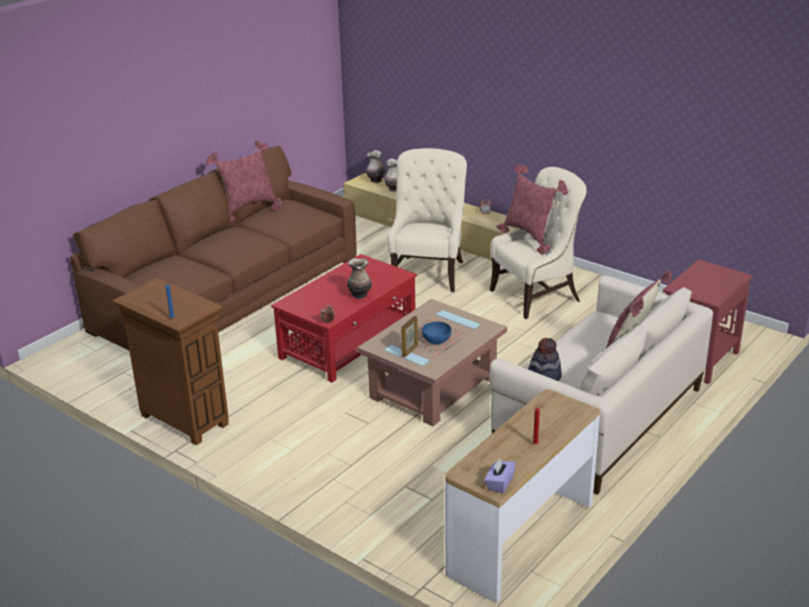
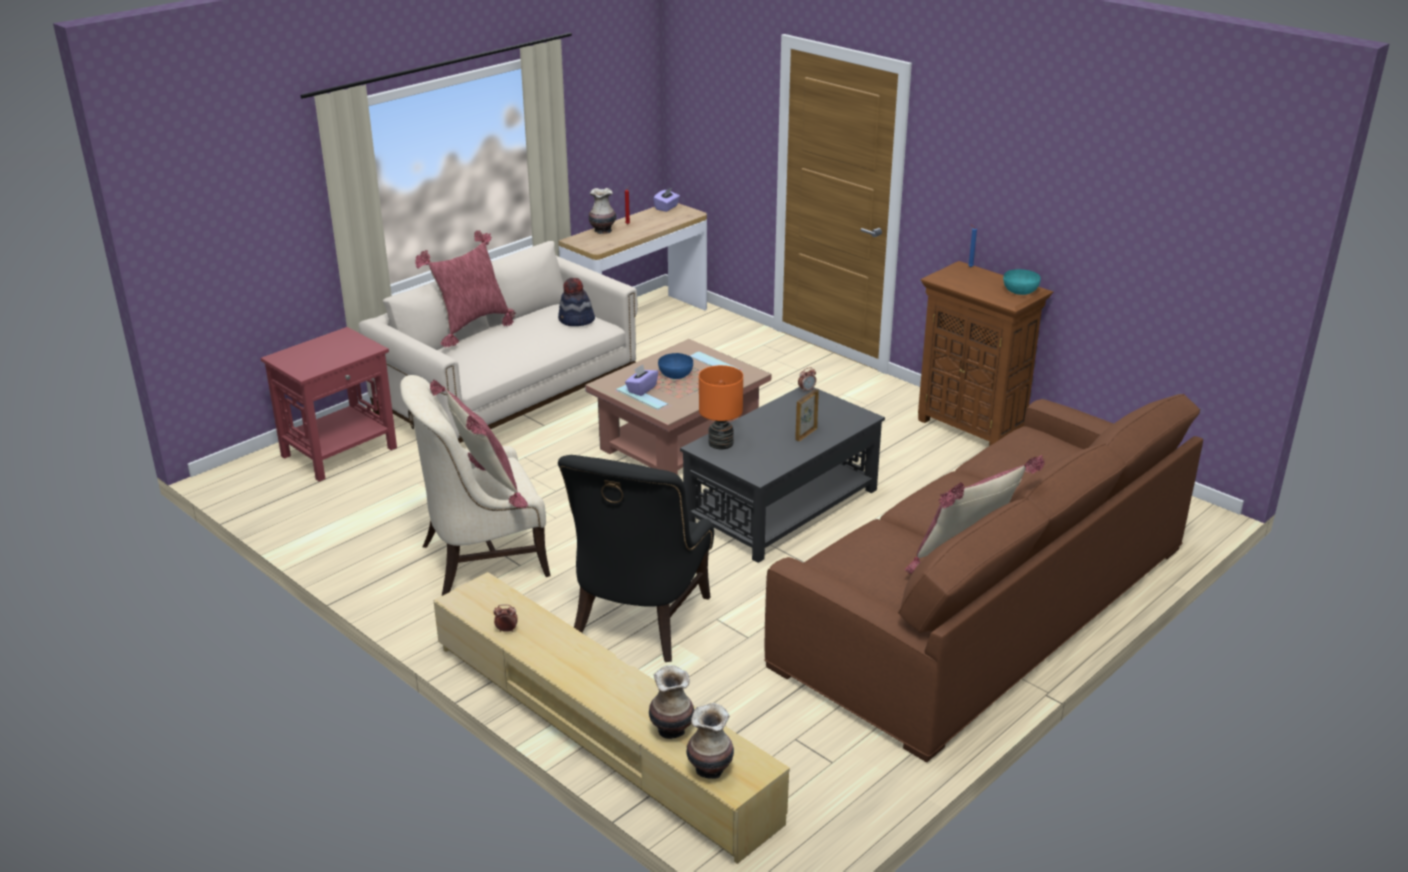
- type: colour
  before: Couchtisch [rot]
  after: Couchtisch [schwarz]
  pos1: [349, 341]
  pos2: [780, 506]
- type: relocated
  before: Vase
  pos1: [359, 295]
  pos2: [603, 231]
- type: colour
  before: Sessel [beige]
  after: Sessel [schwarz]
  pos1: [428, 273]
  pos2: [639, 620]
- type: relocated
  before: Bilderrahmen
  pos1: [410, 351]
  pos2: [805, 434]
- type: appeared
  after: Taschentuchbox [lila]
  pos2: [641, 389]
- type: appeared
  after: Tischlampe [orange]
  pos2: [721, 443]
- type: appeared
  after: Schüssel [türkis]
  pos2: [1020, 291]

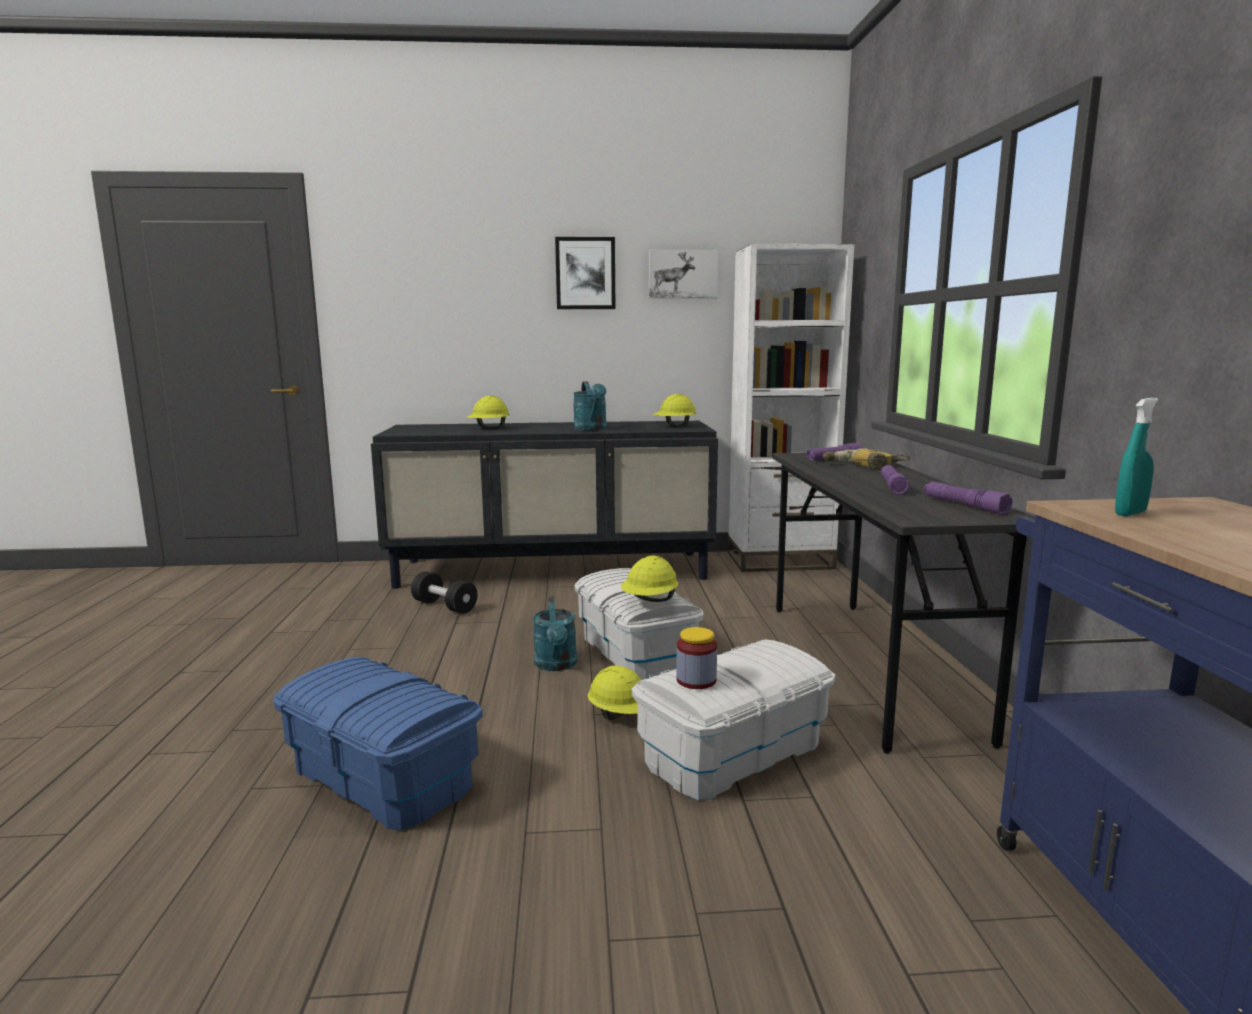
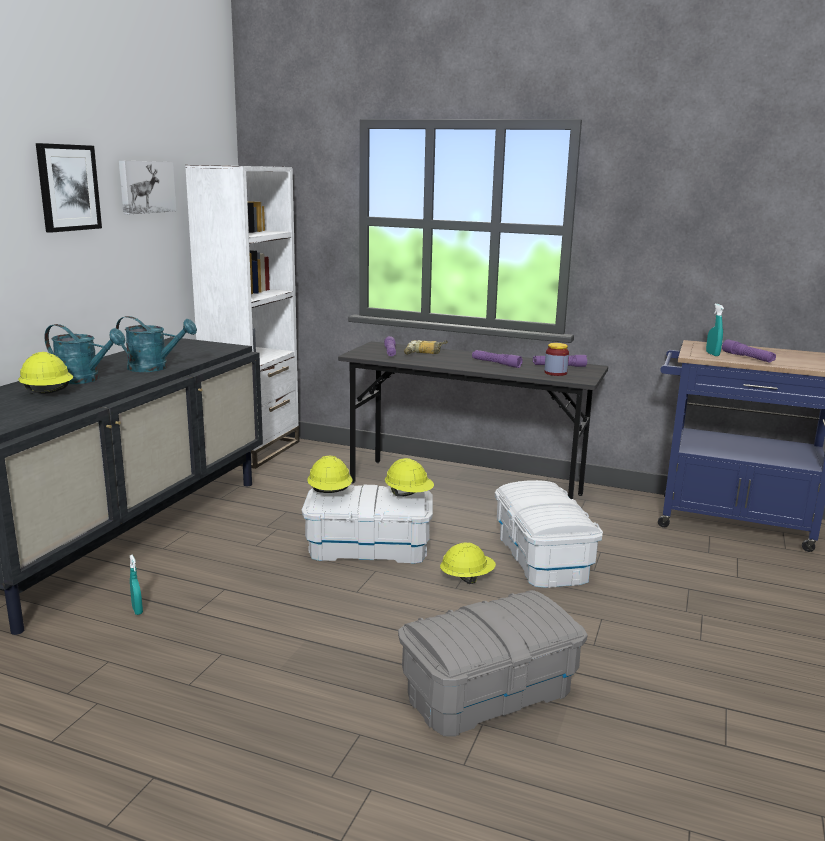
- type: colour
  before: Aufbewahrungsbox [blau]
  after: Aufbewahrungsbox [grau]
  pos1: [383, 777]
  pos2: [488, 692]
- type: exchanged
  before: Hantel [schwarz]
  after: Sprühflasche [türkis]
  pos1: [444, 606]
  pos2: [137, 610]
- type: relocated
  before: Gießkanne [türkis]
  pos1: [556, 665]
  pos2: [85, 380]
- type: relocated
  before: Schutzhelm [gelb]
  pos1: [674, 426]
  pos2: [330, 493]
- type: relocated
  before: Vorratsglas
  pos1: [696, 680]
  pos2: [555, 373]
- type: appeared
  after: Taschenlampe [lila]
  pos2: [747, 357]

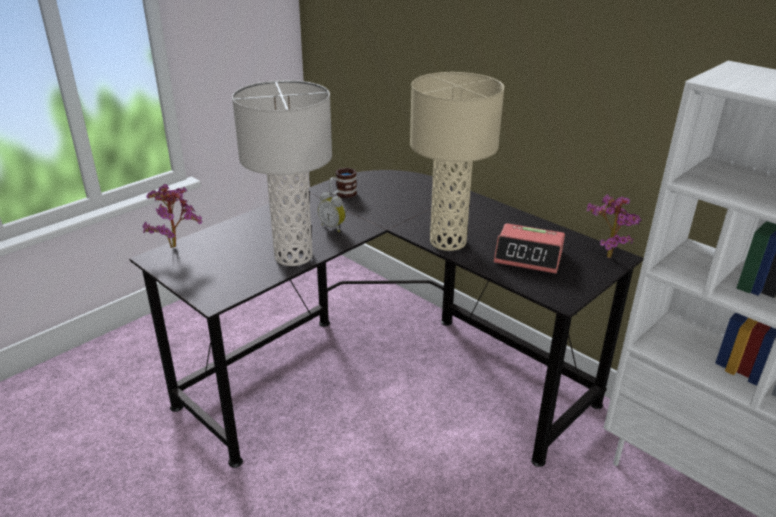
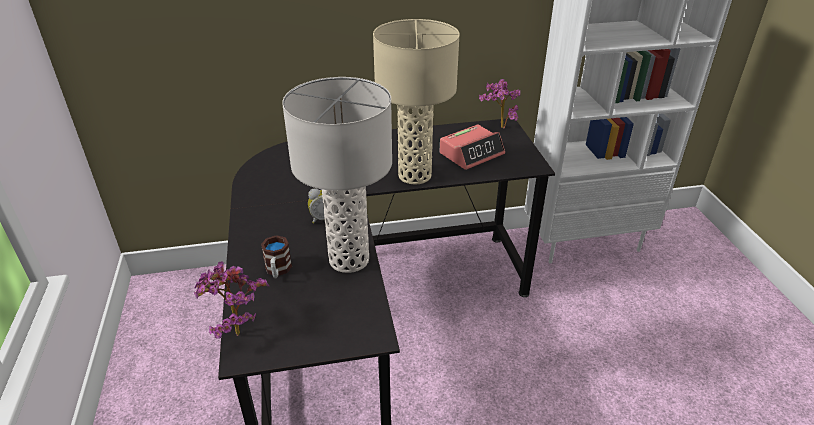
- type: relocated
  before: Henkelbecher
  pos1: [342, 194]
  pos2: [278, 271]

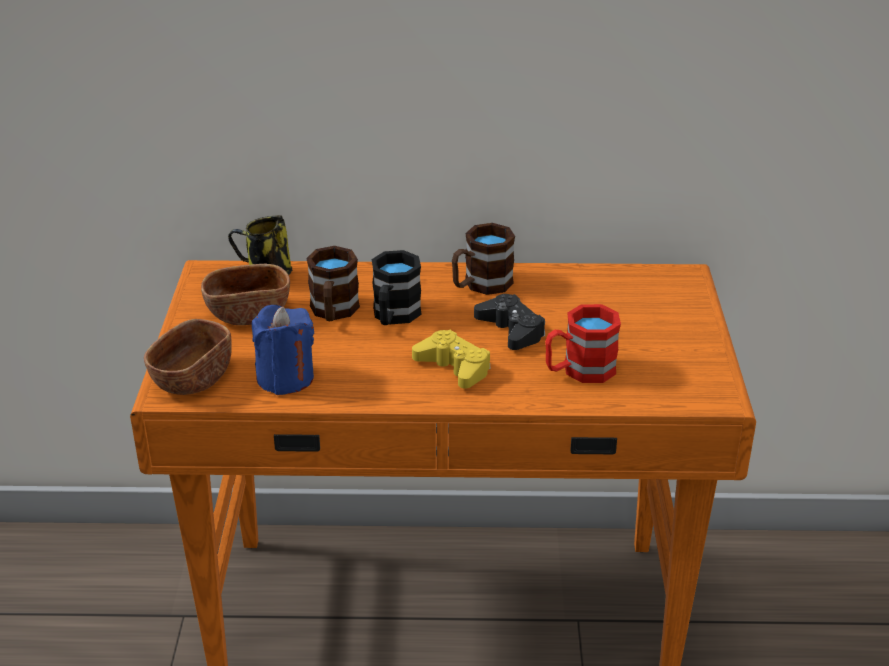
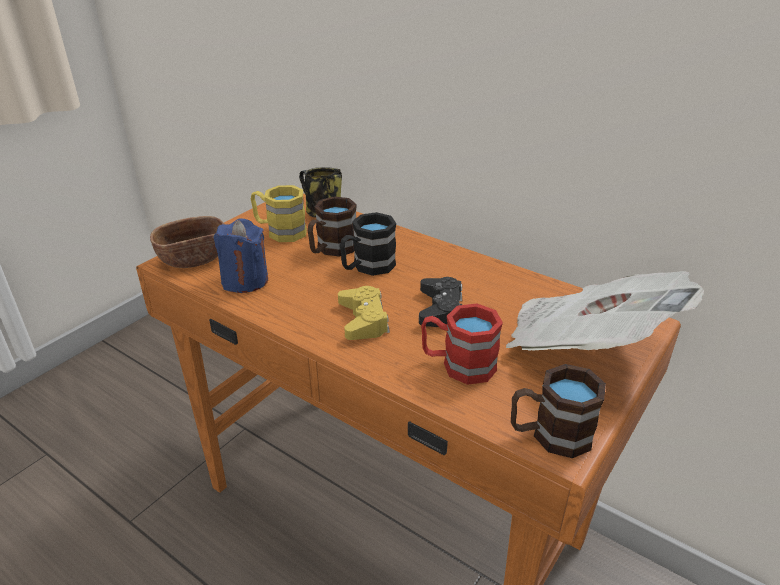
- type: exchanged
  before: Schüssel [braun]
  after: Henkelbecher [gelb]
  pos1: [248, 313]
  pos2: [280, 231]
- type: relocated
  before: Henkelbecher [braun]
  pos1: [480, 285]
  pos2: [550, 435]
- type: appeared
  after: Zeitung
  pos2: [585, 346]

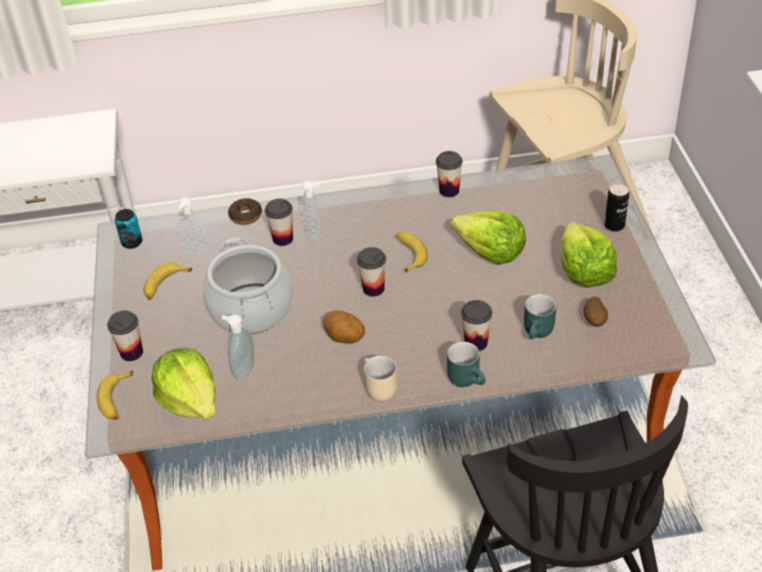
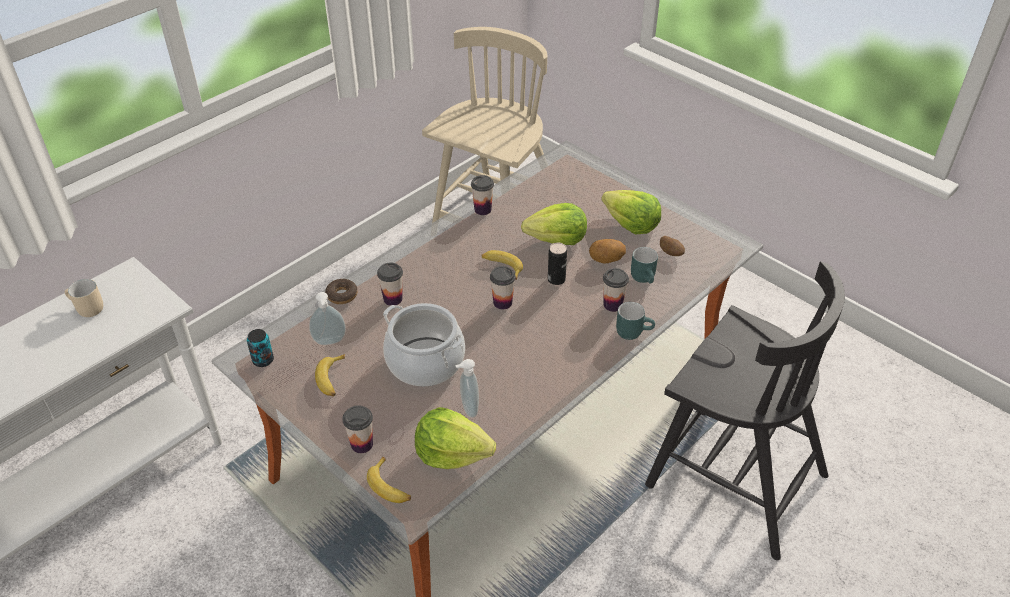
- type: missing
  before: Seifenspender
  pos1: [315, 235]
- type: relocated
  before: Kartoffel
  pos1: [344, 338]
  pos2: [606, 260]
- type: relocated
  before: Henkelbecher [beige]
  pos1: [377, 388]
  pos2: [86, 309]
- type: relocated
  before: Dose
  pos1: [614, 225]
  pos2: [556, 279]

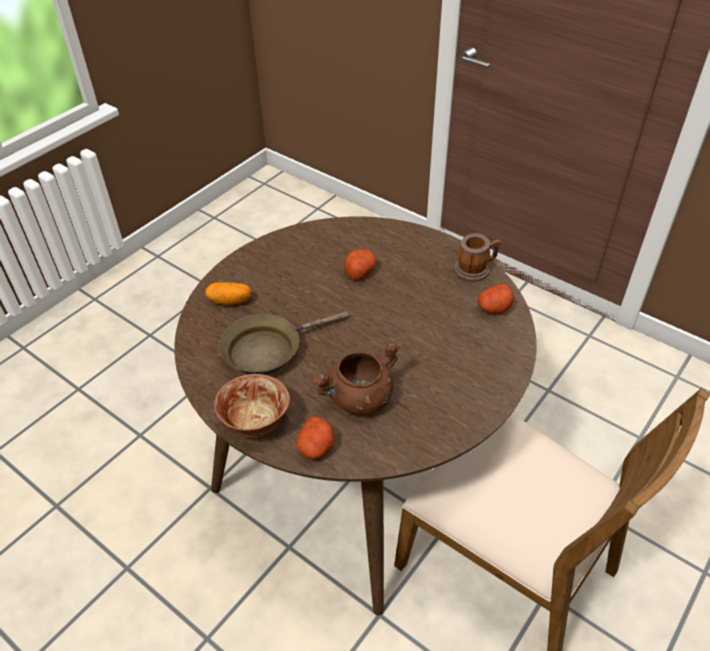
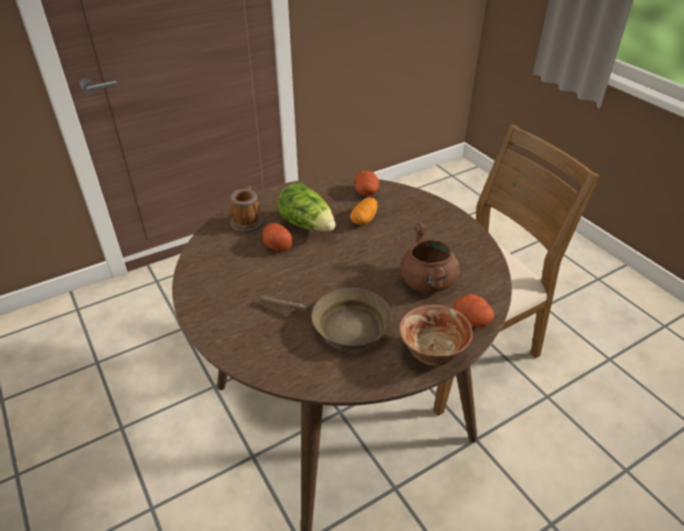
- type: relocated
  before: Kartoffel
  pos1: [230, 301]
  pos2: [364, 219]
- type: spun
  before: Pfanne [braun]
  pos1: [268, 350]
  pos2: [343, 325]
  turn: -60
- type: relocated
  before: Henkelbecher
  pos1: [475, 269]
  pos2: [247, 221]
- type: appeared
  after: Salatkopf
  pos2: [308, 225]

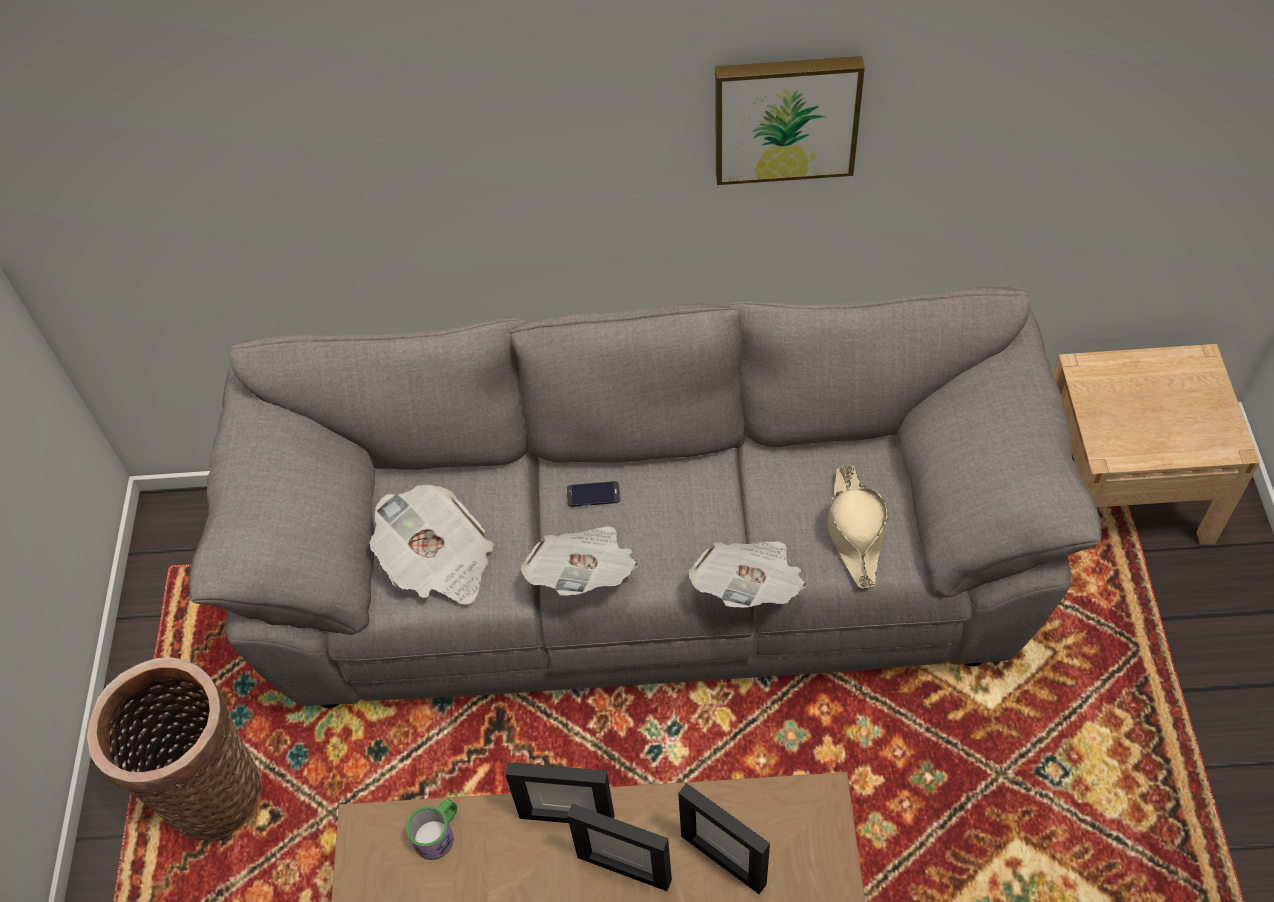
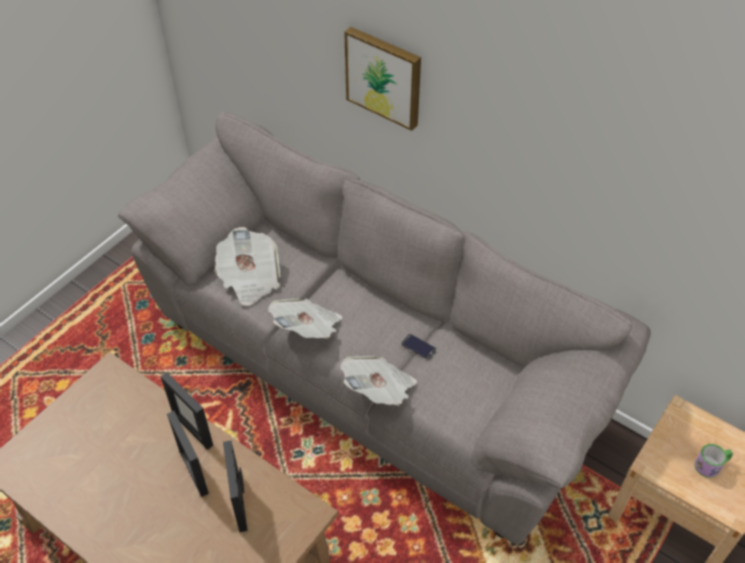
- type: missing
  before: Korb
  pos1: [209, 789]
- type: relocated
  before: Henkelbecher
  pos1: [438, 833]
  pos2: [711, 465]
- type: relocated
  before: Handy
  pos1: [593, 494]
  pos2: [418, 347]
- type: relocated
  before: Bild
  pos1: [785, 117]
  pos2: [384, 76]
- type: missing
  before: Hut [beige]
  pos1: [855, 531]

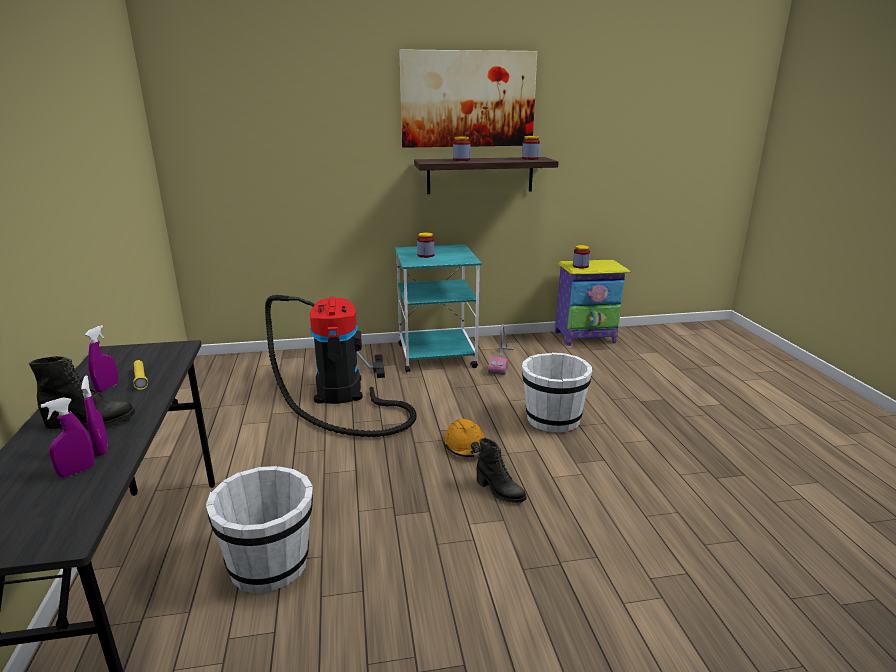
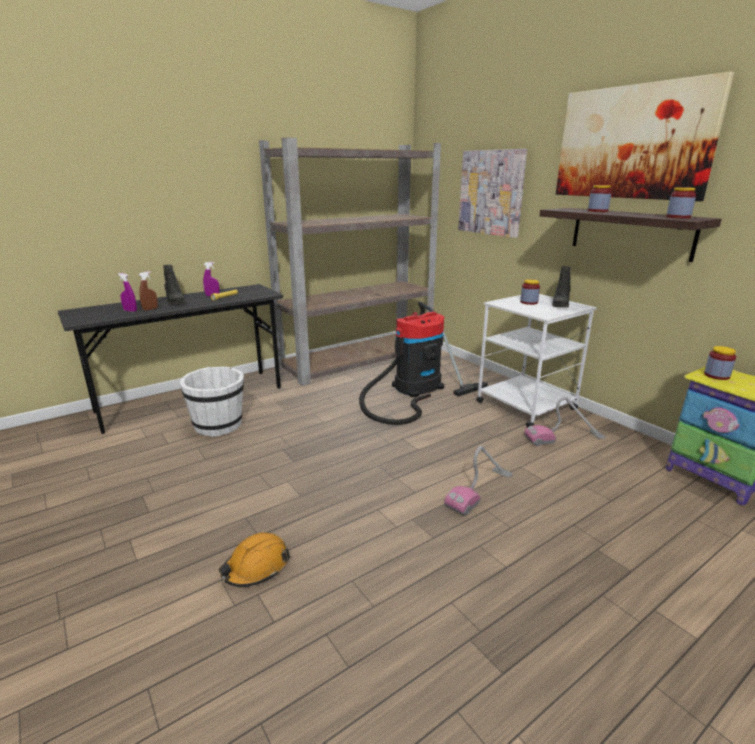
- type: colour
  before: Sprühflasche [lila]
  after: Sprühflasche [braun]
  pos1: [102, 449]
  pos2: [150, 309]
- type: colour
  before: Rollwagen [türkis]
  after: Rollwagen [weiß]
  pos1: [438, 355]
  pos2: [527, 406]
- type: relocated
  before: Schutzhelm [orange]
  pos1: [466, 446]
  pos2: [256, 567]
- type: relocated
  before: Stiefel [schwarz]
  pos1: [499, 491]
  pos2: [560, 305]
- type: exchanged
  before: Eimer [weiß]
  after: Staubsauger
  pos1: [552, 419]
  pos2: [480, 491]
- type: appeared
  after: Bücherregal [braun]
  pos2: [358, 359]
- type: appeared
  after: Bild
  pos2: [491, 193]

